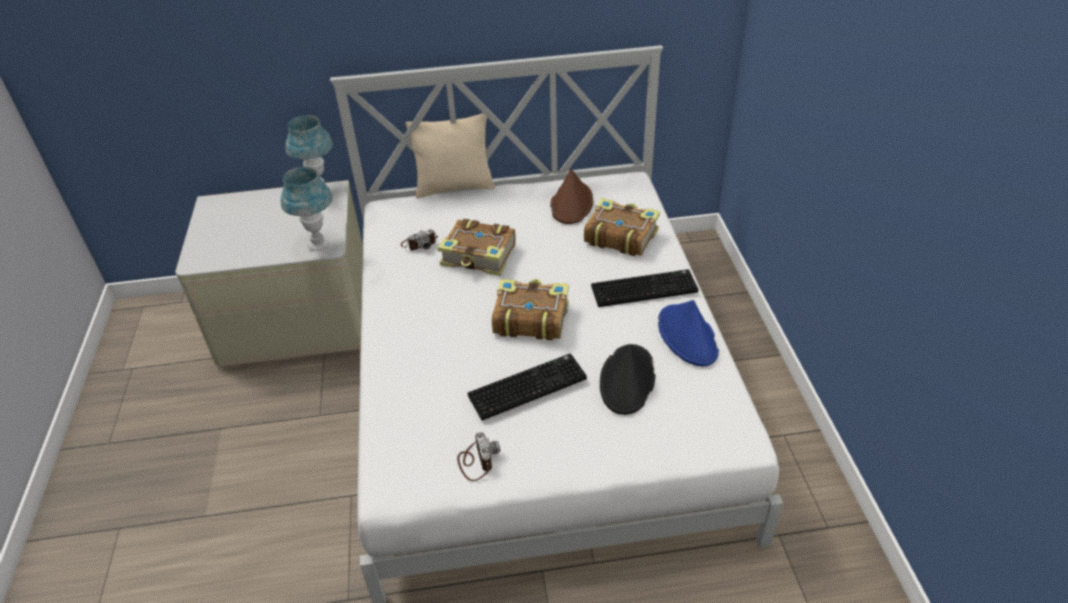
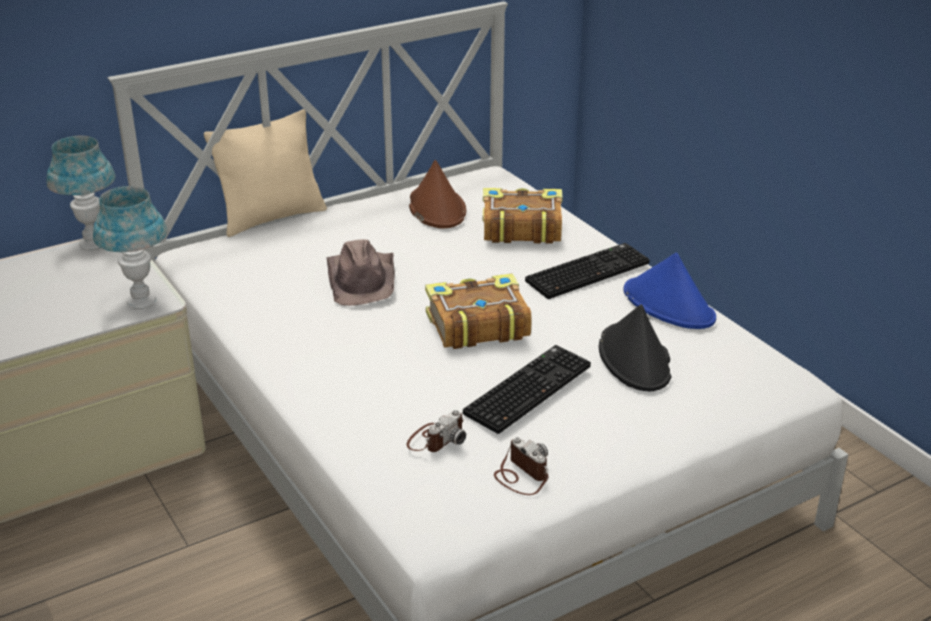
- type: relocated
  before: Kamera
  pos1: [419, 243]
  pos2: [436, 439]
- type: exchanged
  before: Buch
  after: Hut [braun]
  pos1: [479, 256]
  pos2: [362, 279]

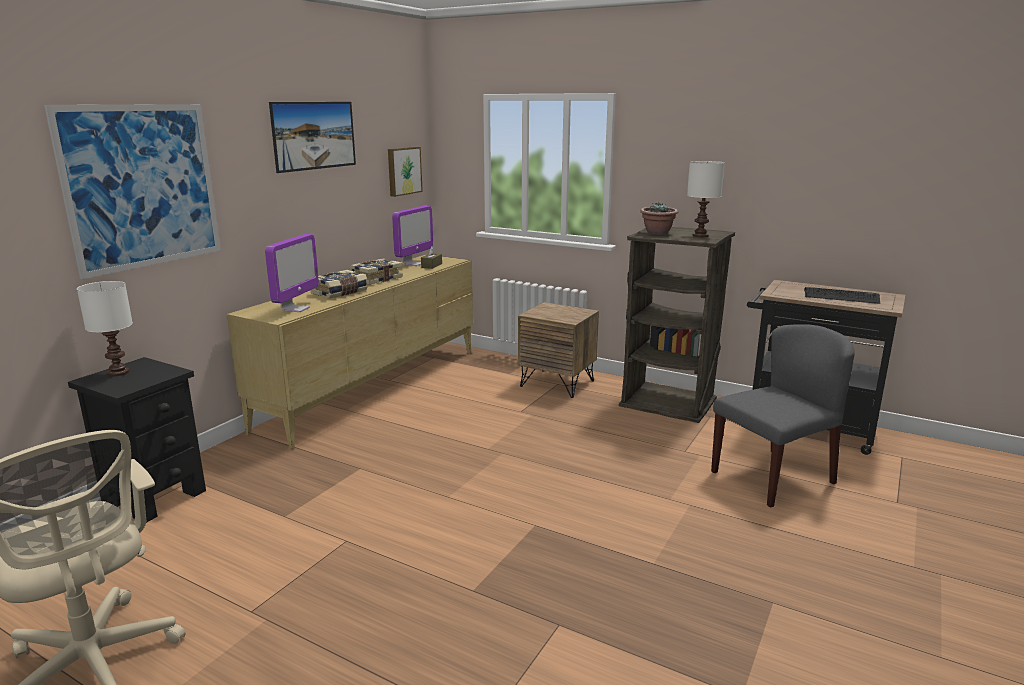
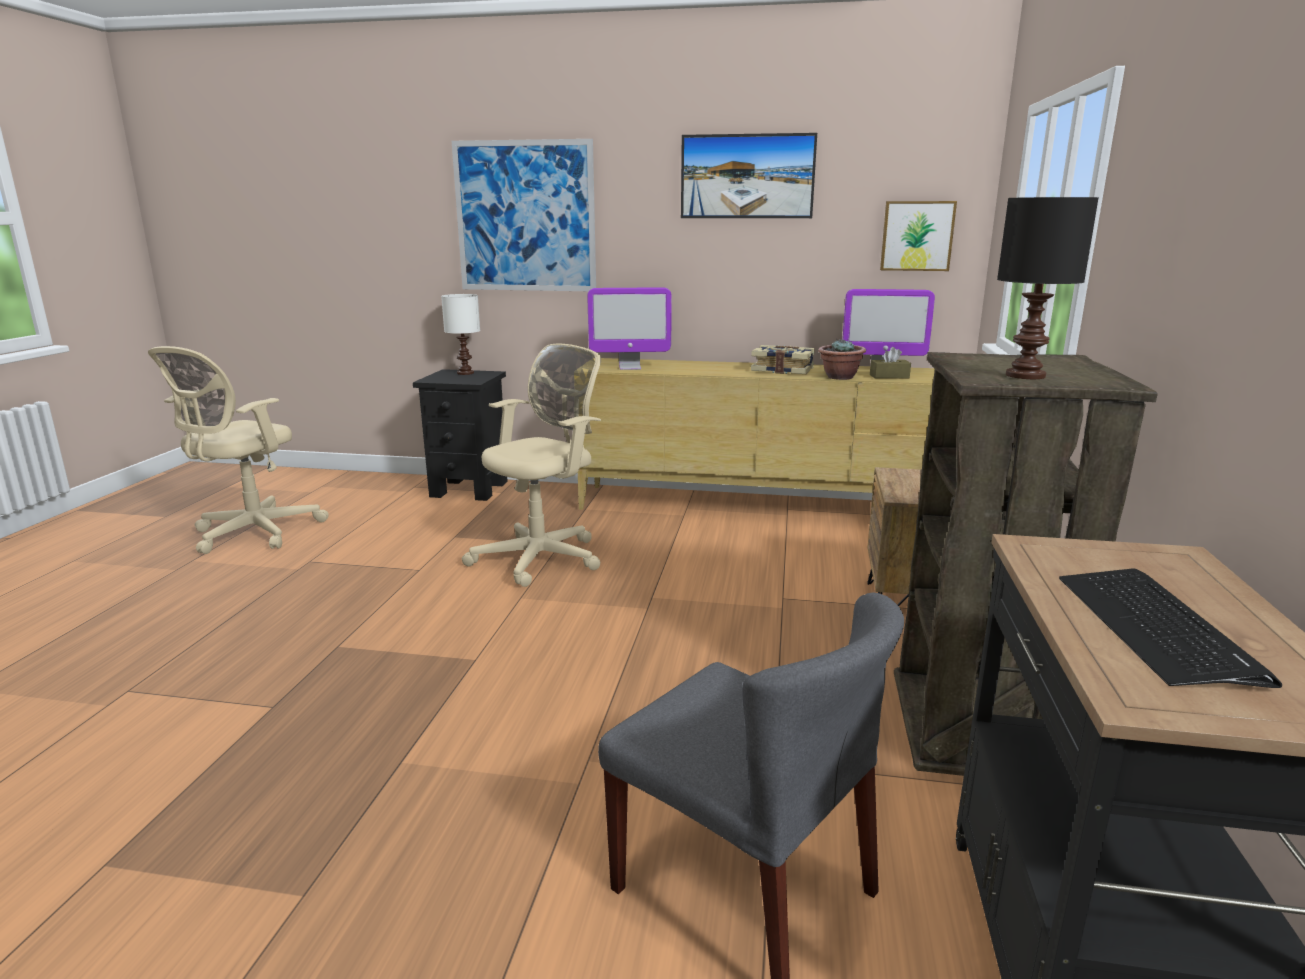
- type: missing
  before: Buch
  pos1: [340, 293]
- type: relocated
  before: Topfpflanze
  pos1: [657, 233]
  pos2: [839, 377]
- type: colour
  before: Tischlampe [weiß]
  after: Tischlampe [schwarz]
  pos1: [700, 235]
  pos2: [1027, 376]
- type: appeared
  after: Bürostuhl [beige]
  pos2: [543, 557]

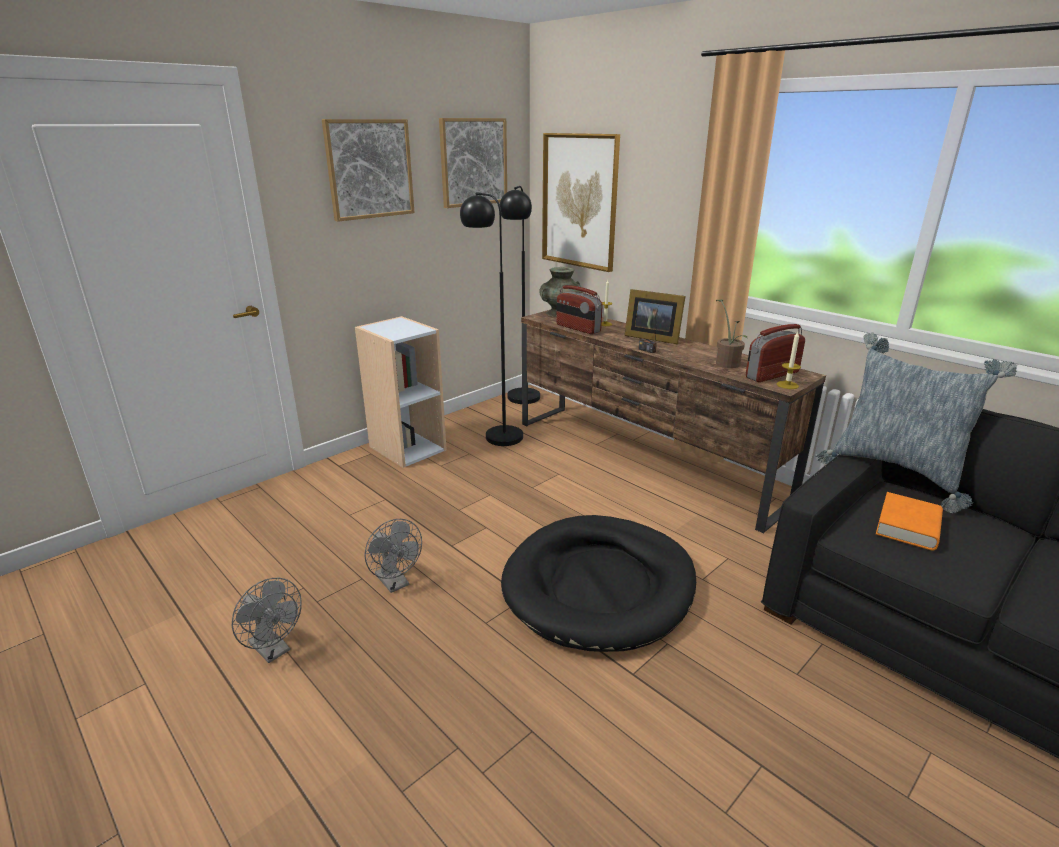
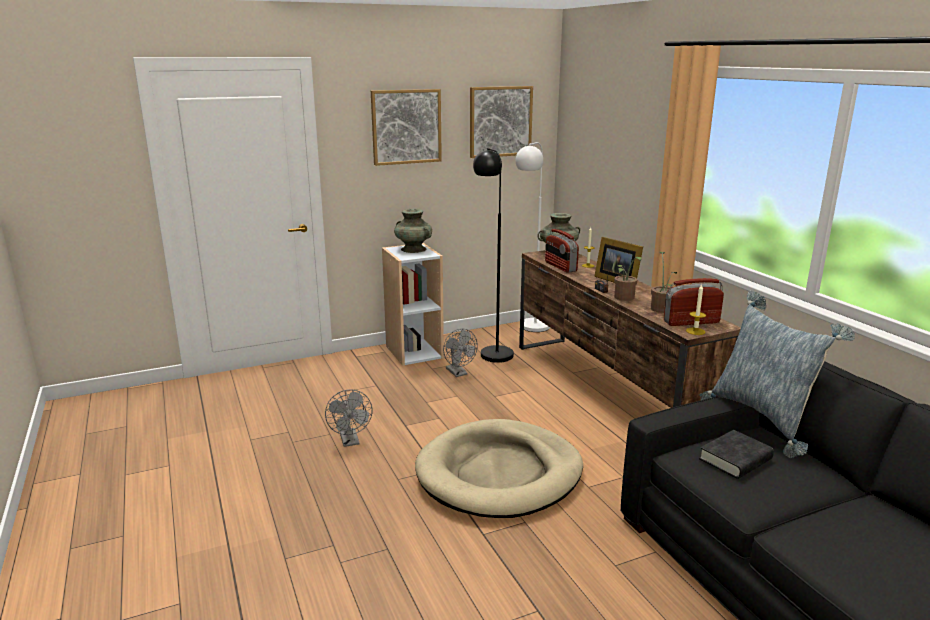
- type: relocated
  before: Ventilator [grau]
  pos1: [274, 650]
  pos2: [458, 373]
- type: colour
  before: Stehlampe [schwarz]
  after: Stehlampe [weiß]
  pos1: [521, 402]
  pos2: [531, 329]
- type: colour
  before: Hundebett [schwarz]
  after: Hundebett [beige]
  pos1: [599, 585]
  pos2: [499, 473]
- type: missing
  before: Bild
  pos1: [579, 201]
- type: colour
  before: Buch [orange]
  after: Buch [schwarz]
  pos1: [908, 526]
  pos2: [735, 459]
- type: appeared
  after: Vase [türkis]
  pos2: [413, 249]
- type: appeared
  after: Topfpflanze
  pos2: [624, 298]

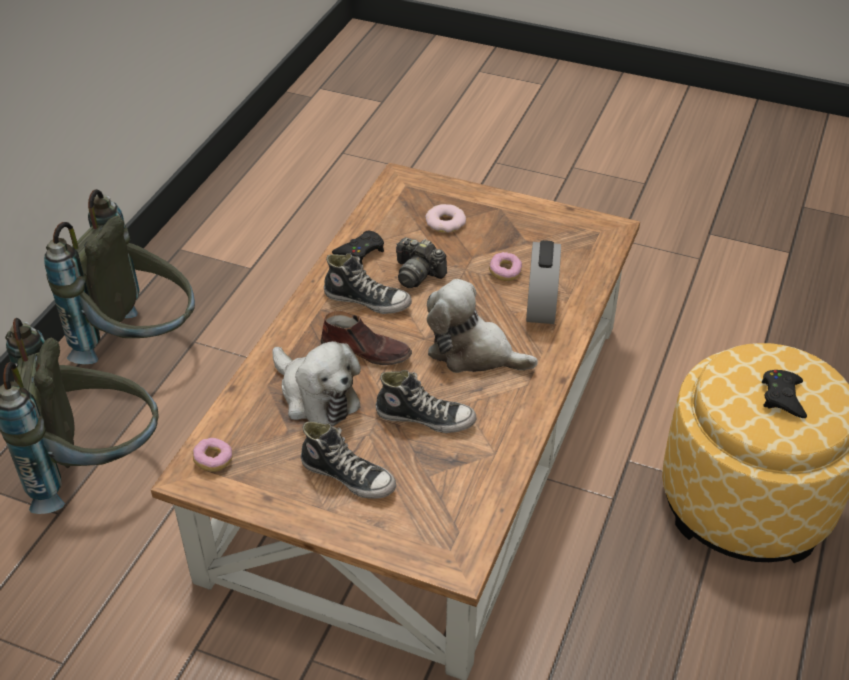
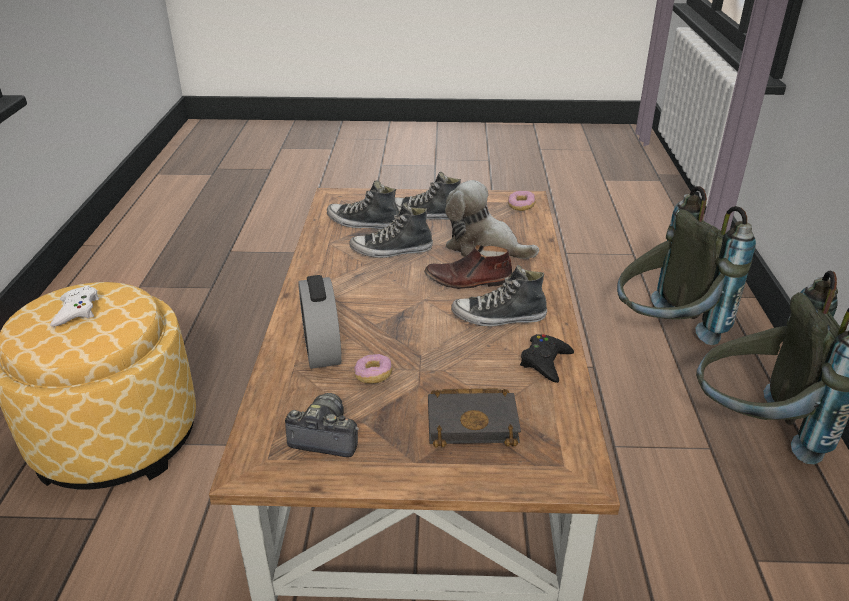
- type: relocated
  before: Kamera
  pos1: [417, 274]
  pos2: [325, 437]
- type: exchanged
  before: Donut
  after: Buch [schwarz]
  pos1: [445, 222]
  pos2: [474, 421]
- type: missing
  before: Plüschtier
  pos1: [473, 352]
- type: colour
  before: Gamepad [schwarz]
  after: Gamepad [weiß]
  pos1: [782, 397]
  pos2: [76, 311]
- type: appeared
  after: Schuh
  pos2: [363, 223]

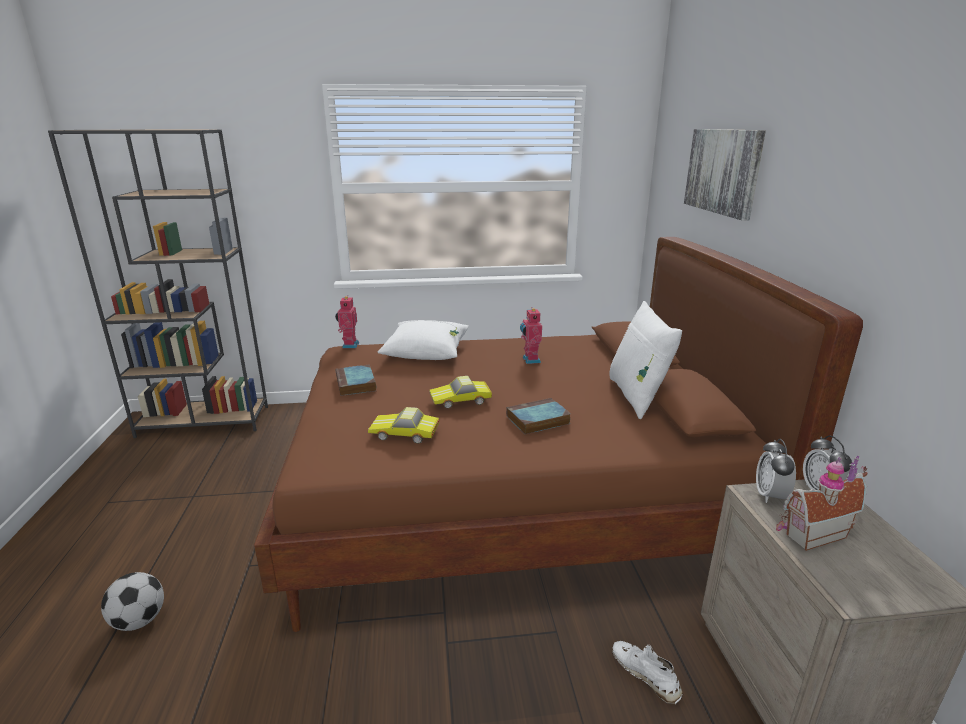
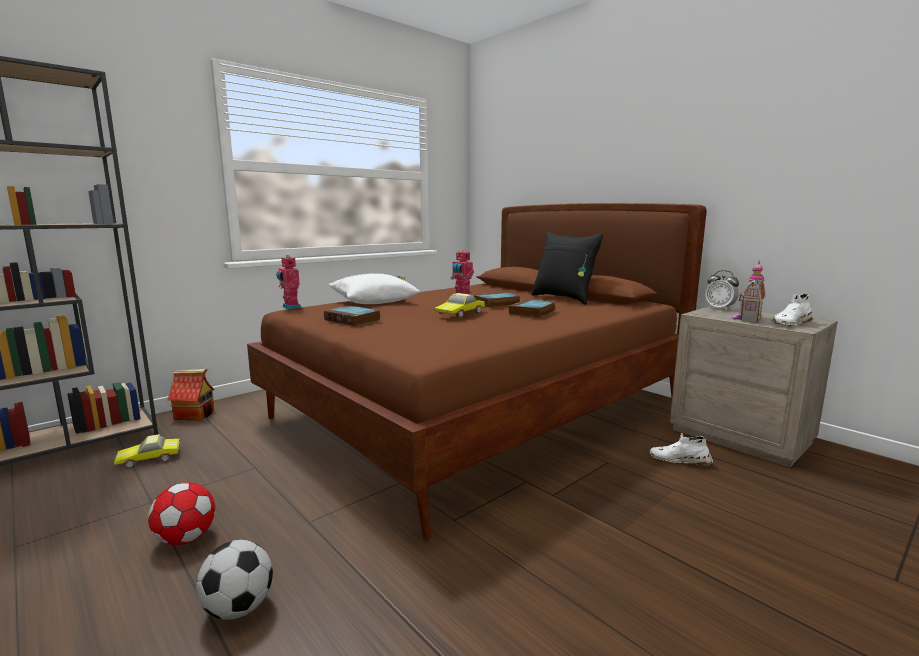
- type: relocated
  before: Spielzeugauto
  pos1: [405, 434]
  pos2: [150, 458]
- type: colour
  before: Kissen [weiß]
  after: Kissen [schwarz]
  pos1: [637, 397]
  pos2: [563, 299]
- type: missing
  before: Bild
  pos1: [723, 171]
- type: missing
  before: Wecker
  pos1: [770, 495]
- type: appeared
  after: Fußball
  pos2: [186, 538]
- type: appeared
  after: Spielzeughaus
  pos2: [195, 415]
- type: appeared
  after: Buch
  pos2: [495, 303]
- type: appeared
  after: Schuh [weiß]
  pos2: [790, 323]

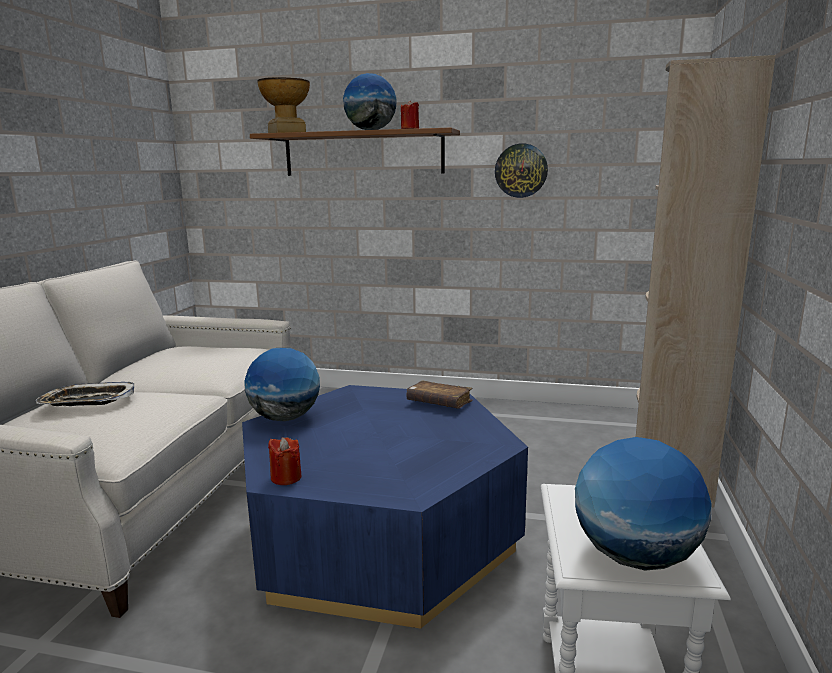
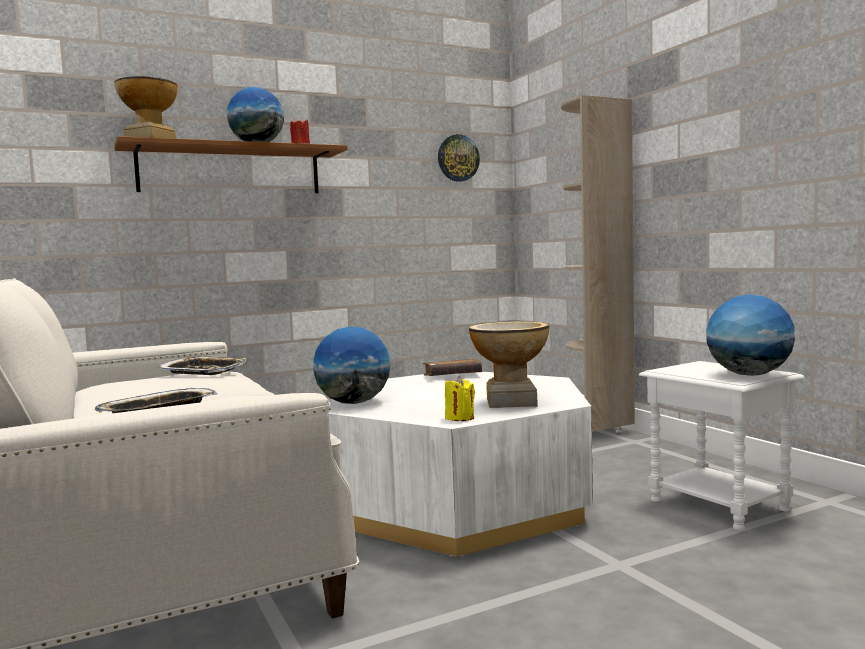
- type: colour
  before: Couchtisch [blau]
  after: Couchtisch [weiß]
  pos1: [380, 535]
  pos2: [458, 501]
- type: colour
  before: Kerze [rot]
  after: Kerze [gelb]
  pos1: [286, 477]
  pos2: [459, 418]
- type: relocated
  before: Wanduhr
  pos1: [521, 170]
  pos2: [458, 158]
- type: appeared
  after: Tablett
  pos2: [203, 371]
- type: appeared
  after: Vase
  pos2: [510, 402]

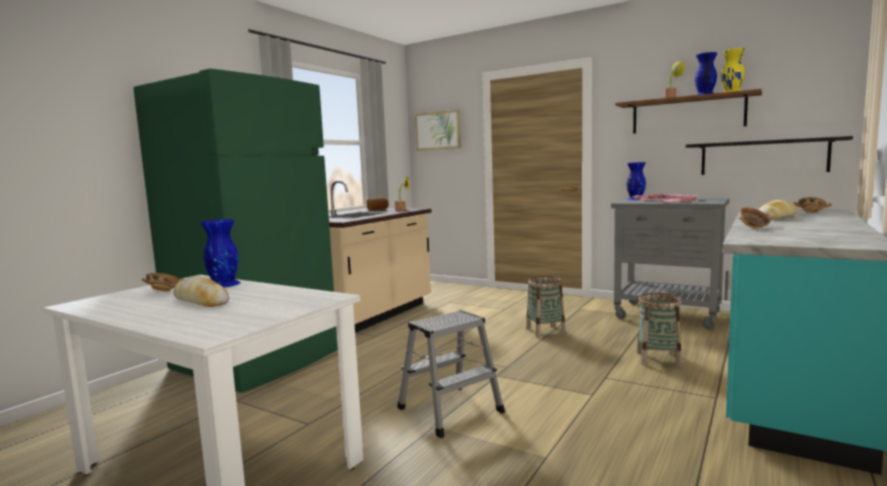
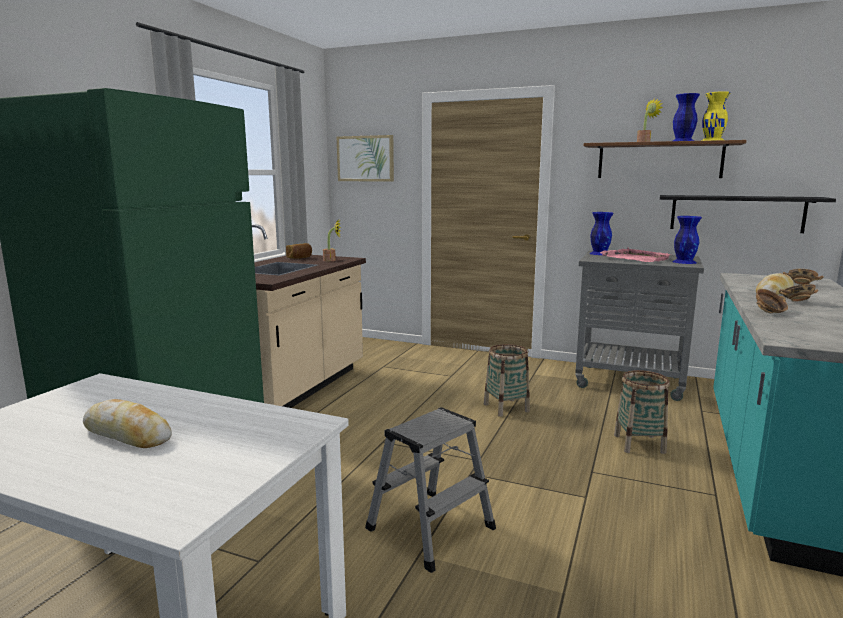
- type: relocated
  before: Schüssel
  pos1: [165, 291]
  pos2: [796, 301]
- type: relocated
  before: Vase [blau]
  pos1: [224, 284]
  pos2: [684, 262]

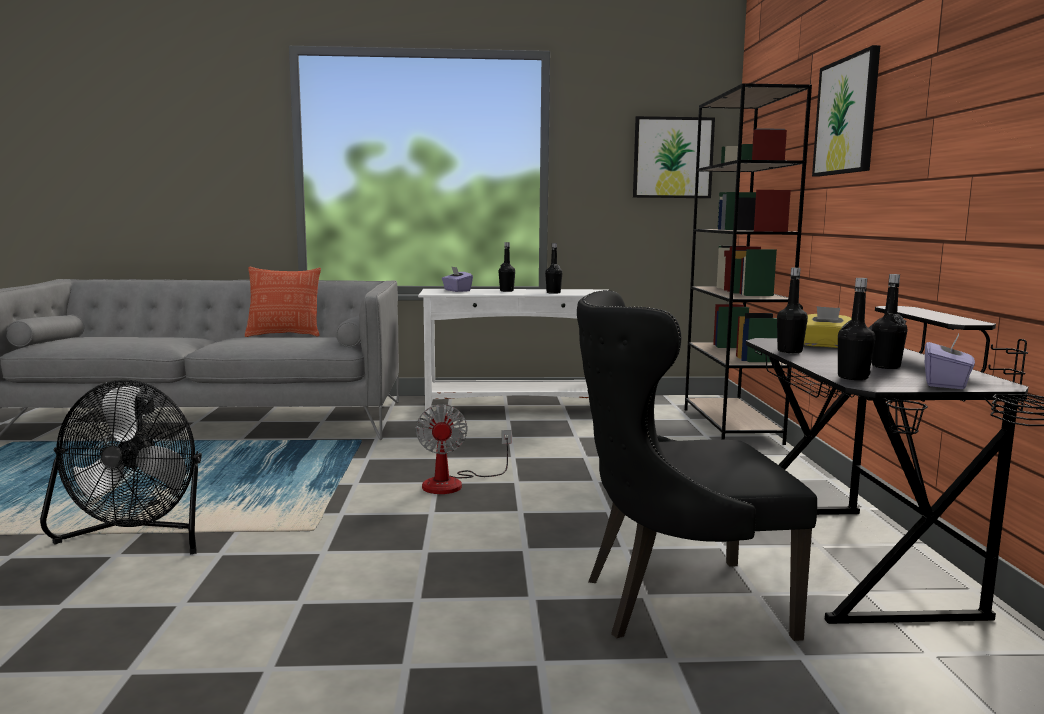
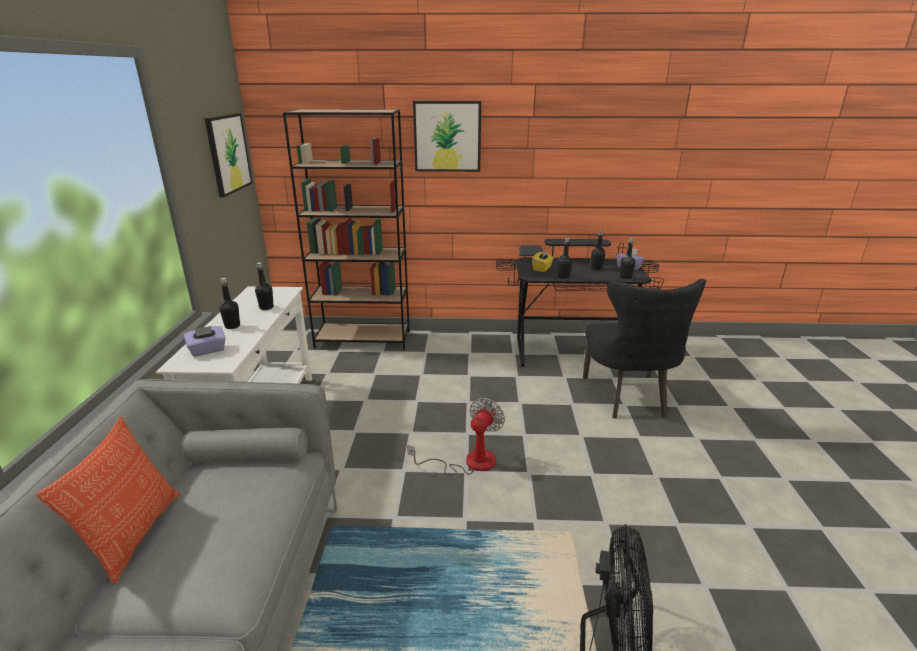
- type: spun
  before: Ventilator
  pos1: [454, 483]
  pos2: [469, 462]
  turn: -60

